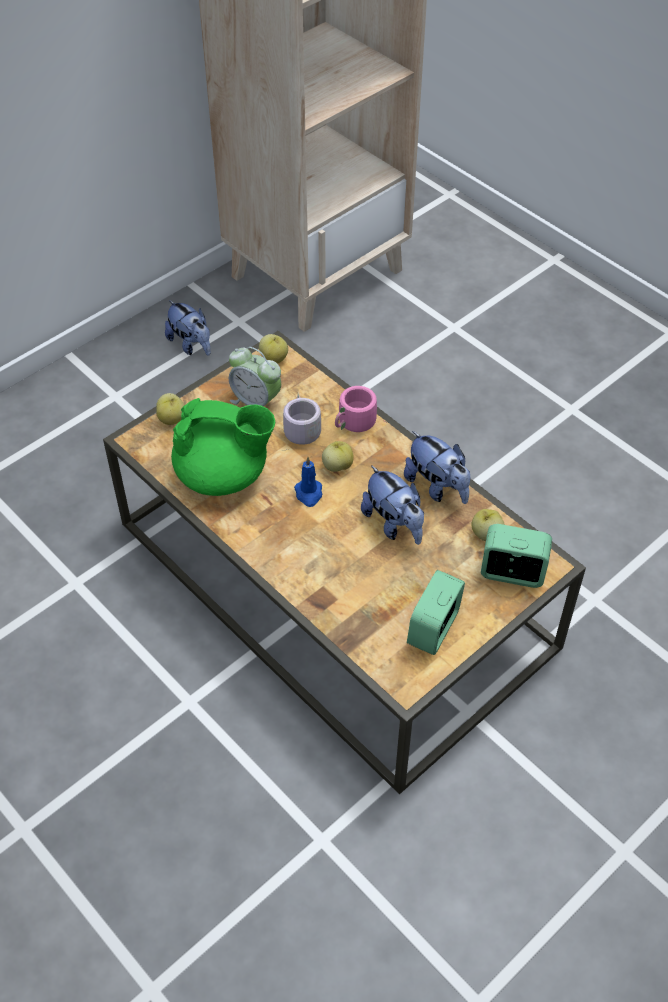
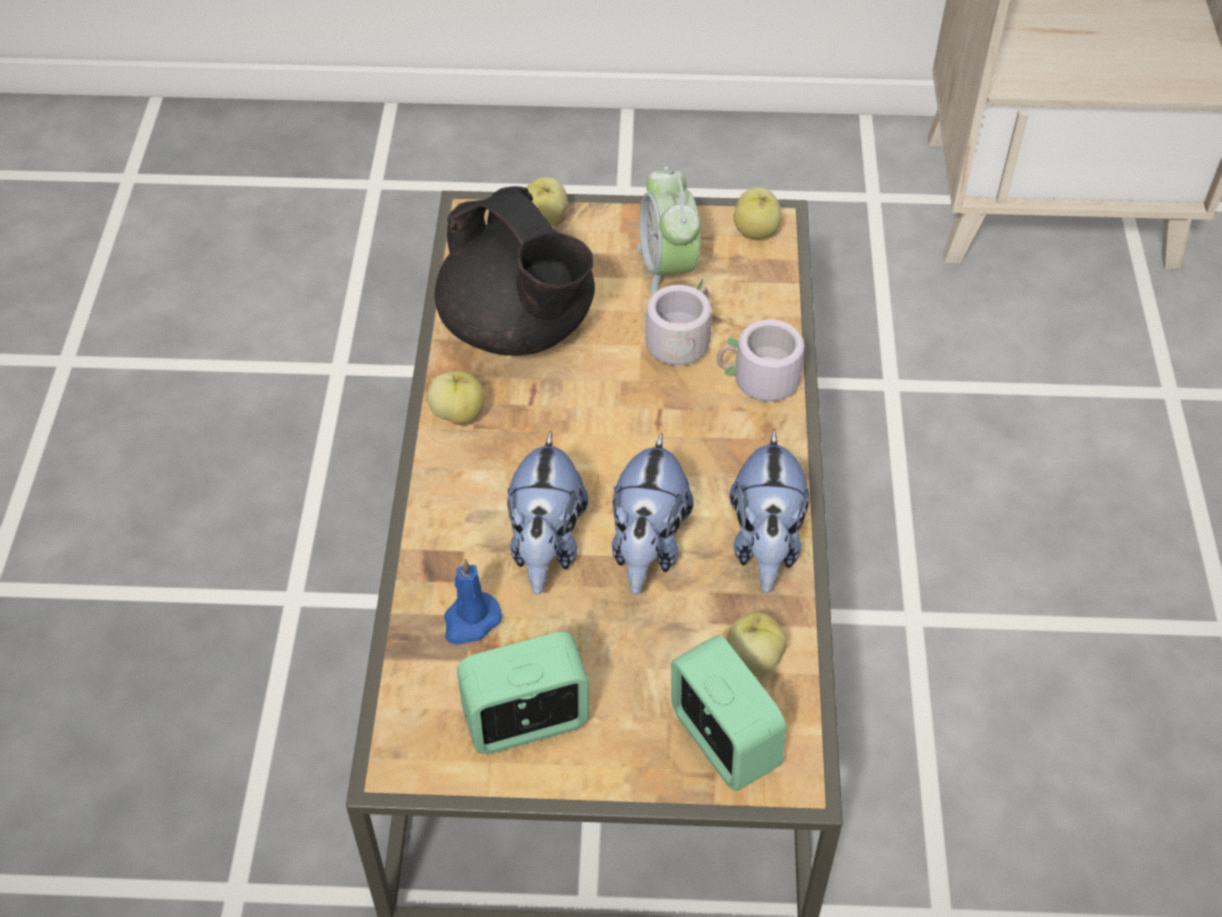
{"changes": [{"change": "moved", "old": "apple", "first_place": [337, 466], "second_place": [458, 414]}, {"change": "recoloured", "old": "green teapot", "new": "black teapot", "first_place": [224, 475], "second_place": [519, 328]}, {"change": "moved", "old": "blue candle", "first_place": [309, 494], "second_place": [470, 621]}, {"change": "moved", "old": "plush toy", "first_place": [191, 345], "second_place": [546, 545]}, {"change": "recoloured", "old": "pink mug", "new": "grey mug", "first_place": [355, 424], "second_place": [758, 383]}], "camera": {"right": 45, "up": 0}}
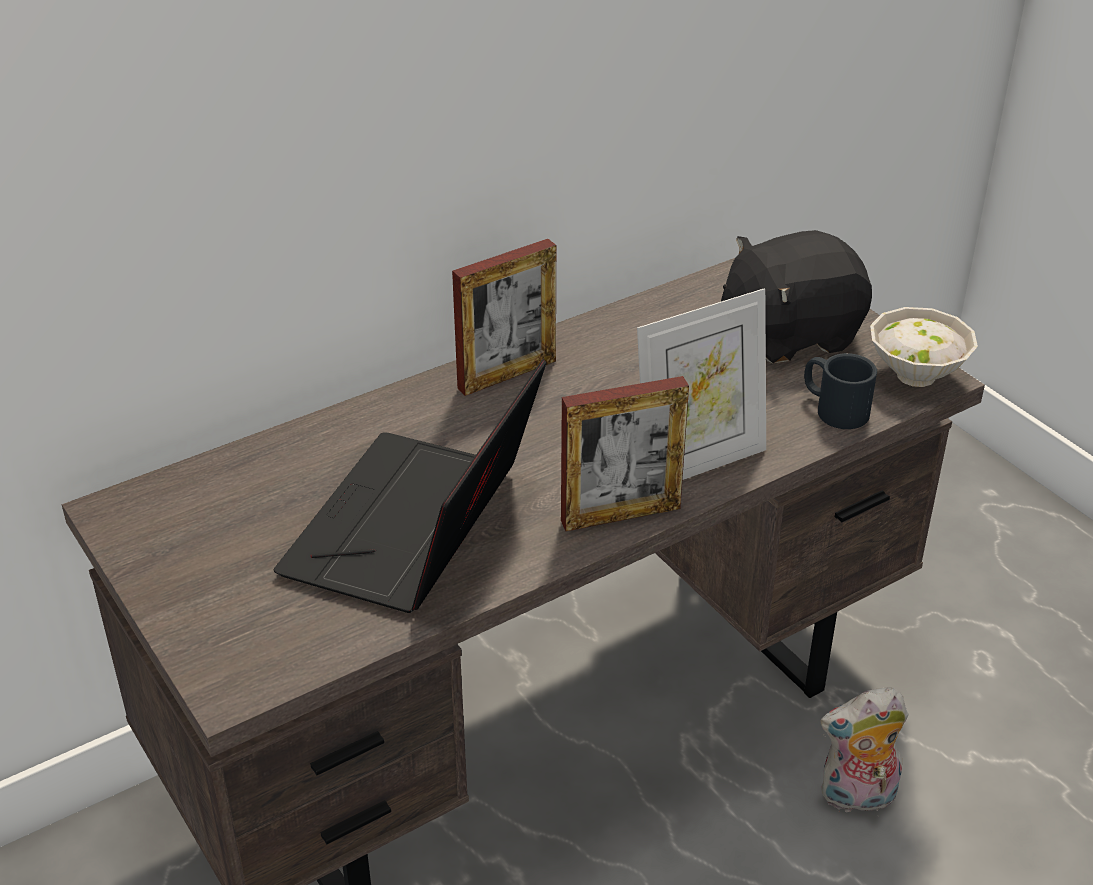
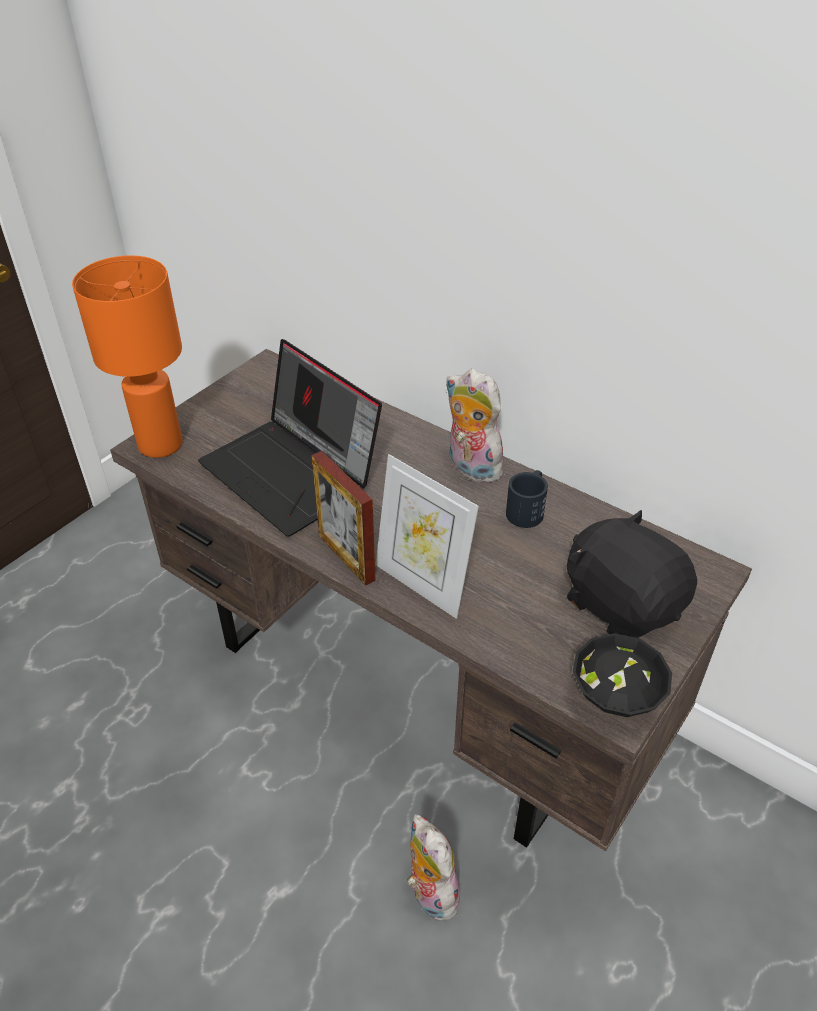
{"changes": [{"change": "added", "new": "orange table lamp", "second_place": [160, 444]}, {"change": "turned", "old": "laptop", "first_place": [416, 531], "second_place": [293, 473], "degrees": -135}, {"change": "replaced", "old": "picture frame", "new": "plush toy", "first_place": [507, 374], "second_place": [470, 468]}, {"change": "moved", "old": "black mug", "first_place": [833, 408], "second_place": [527, 509]}, {"change": "recoloured", "old": "white bowl", "new": "black bowl", "first_place": [917, 374], "second_place": [617, 699]}], "camera": {"right": 70, "up": 5}}
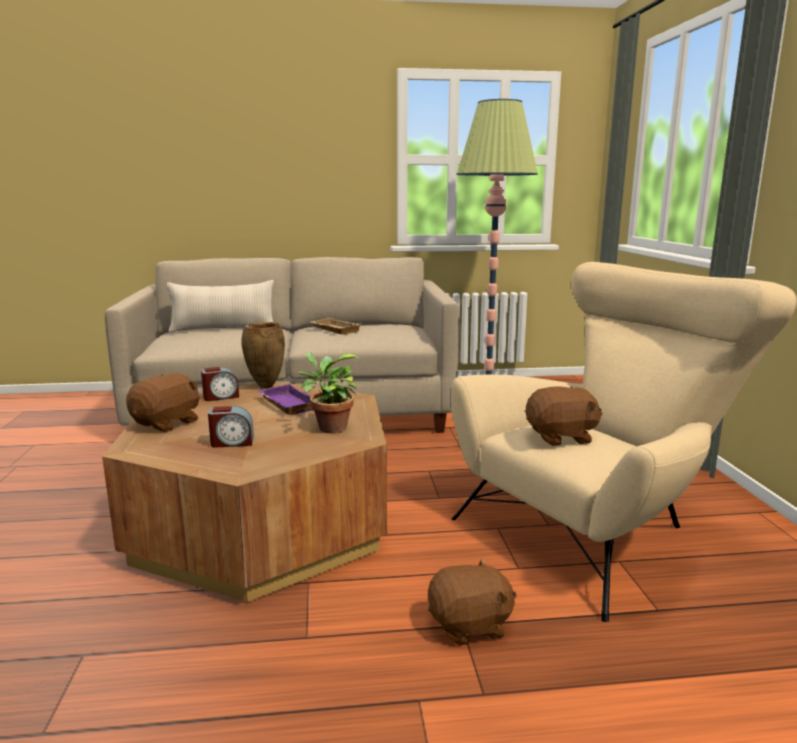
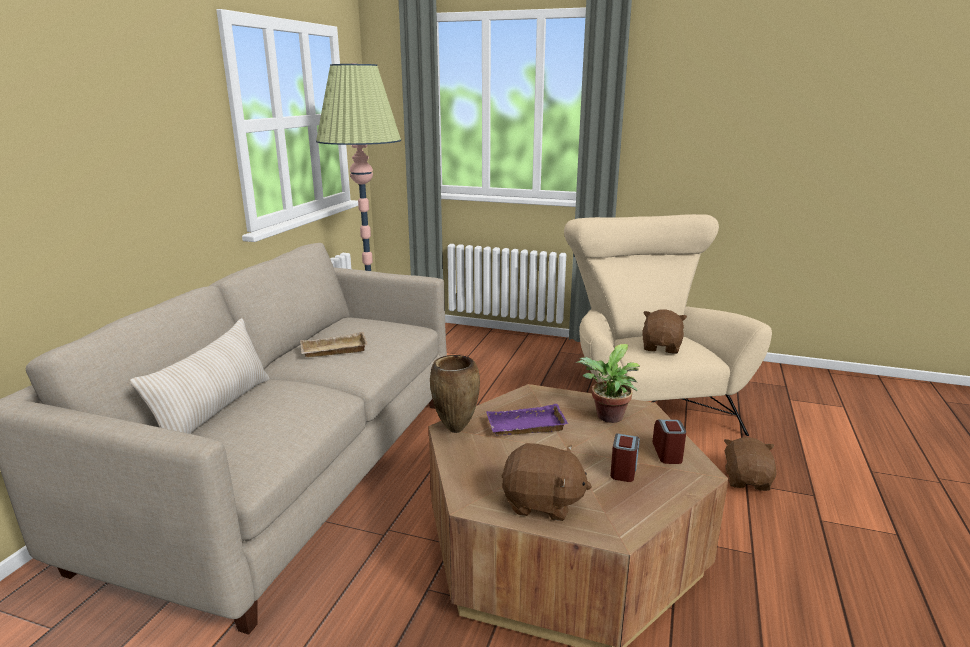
{"changes": [{"change": "turned", "old": "brown plush toy", "first_place": [167, 423], "second_place": [542, 503], "degrees": 135}, {"change": "moved", "old": "alarm clock", "first_place": [221, 397], "second_place": [667, 453]}], "camera": {"right": -65, "up": 5}}
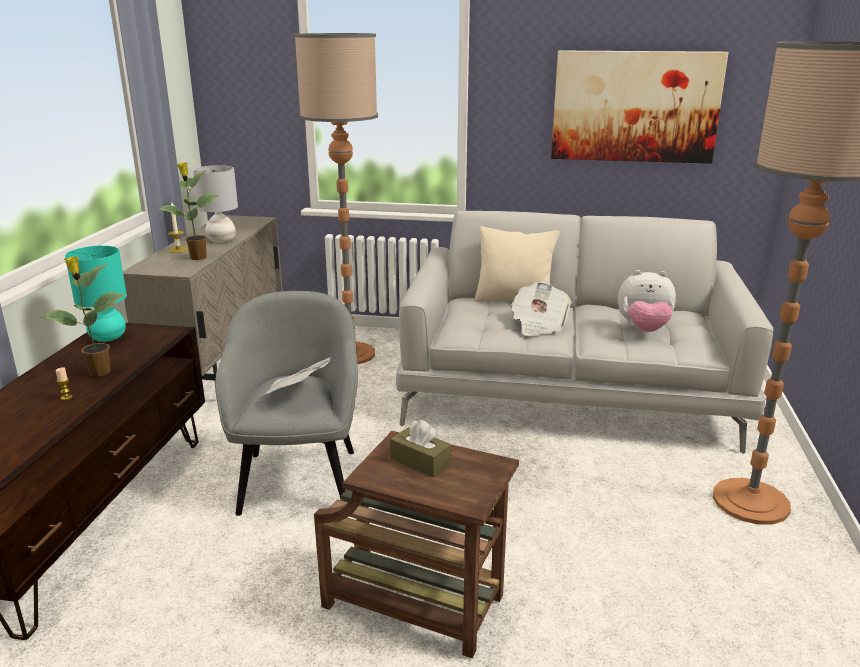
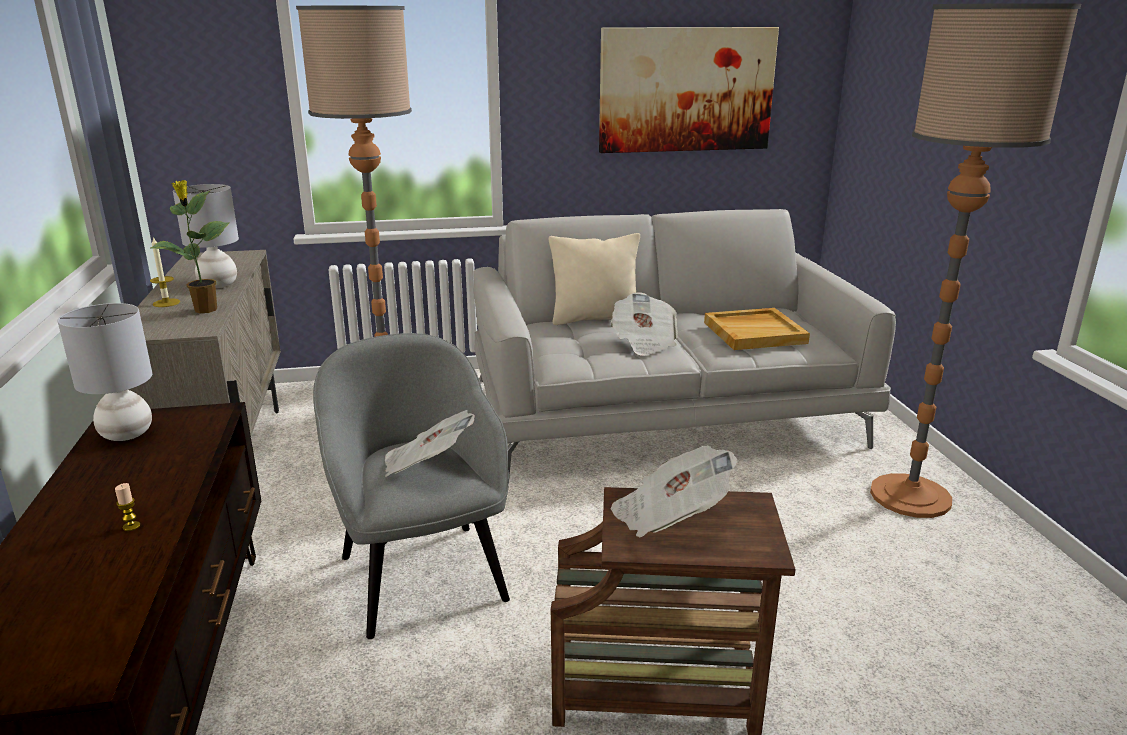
{"changes": [{"change": "recoloured", "old": "turquoise table lamp", "new": "grey table lamp", "first_place": [108, 337], "second_place": [126, 434]}, {"change": "replaced", "old": "brown tissue box", "new": "newspaper", "first_place": [420, 462], "second_place": [670, 517]}, {"change": "replaced", "old": "plush toy", "new": "beige tray", "first_place": [644, 329], "second_place": [755, 332]}, {"change": "removed", "old": "potted plant", "first_place": [99, 372]}], "camera": {"right": -20, "up": 0}}
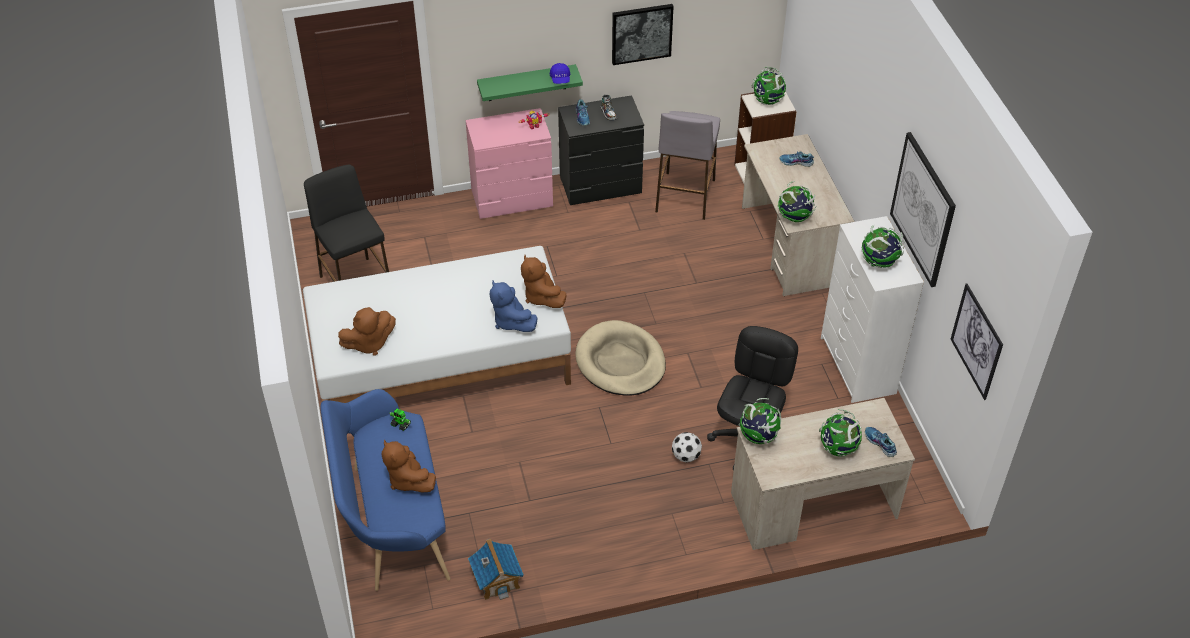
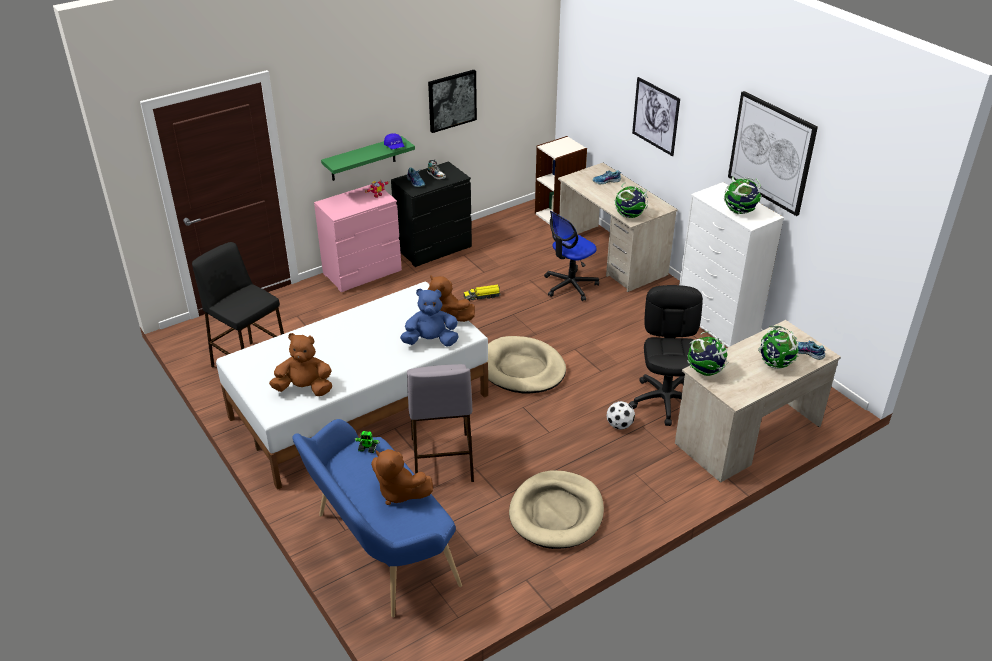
{"changes": [{"change": "turned", "old": "brown plush toy", "first_place": [369, 343], "second_place": [304, 388], "degrees": -135}, {"change": "turned", "old": "blue plush toy", "first_place": [511, 321], "second_place": [431, 341], "degrees": 135}, {"change": "moved", "old": "grey stool", "first_place": [685, 196], "second_place": [442, 460]}, {"change": "added", "new": "toy truck", "second_place": [482, 296]}, {"change": "added", "new": "beige dog bed", "second_place": [556, 513]}, {"change": "added", "new": "office chair", "second_place": [570, 286]}, {"change": "moved", "old": "picture", "first_place": [976, 341], "second_place": [655, 116]}, {"change": "removed", "old": "toy house", "first_place": [497, 579]}, {"change": "removed", "old": "globe", "first_place": [767, 100]}], "camera": {"right": -20, "up": -10}}
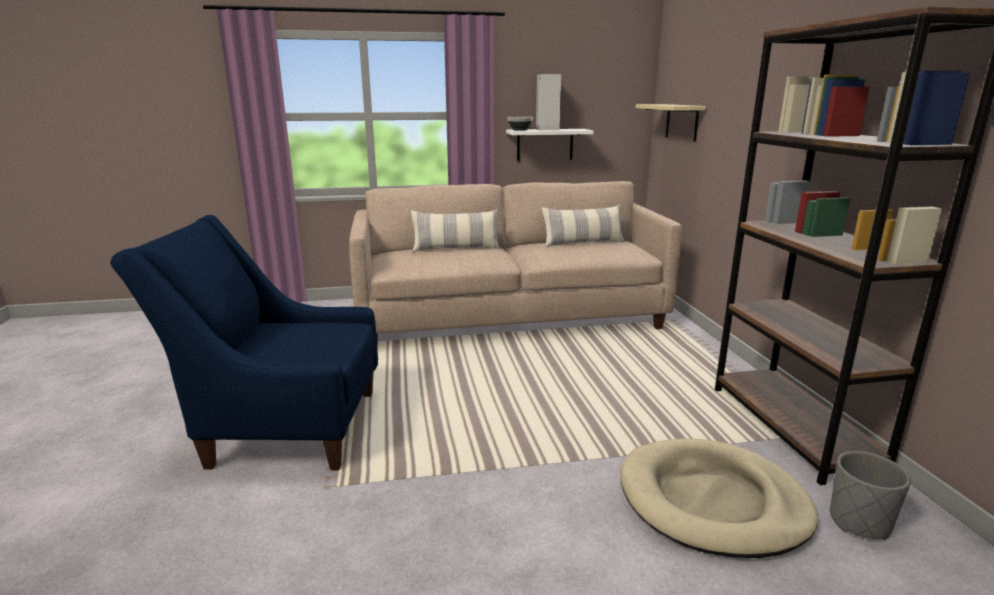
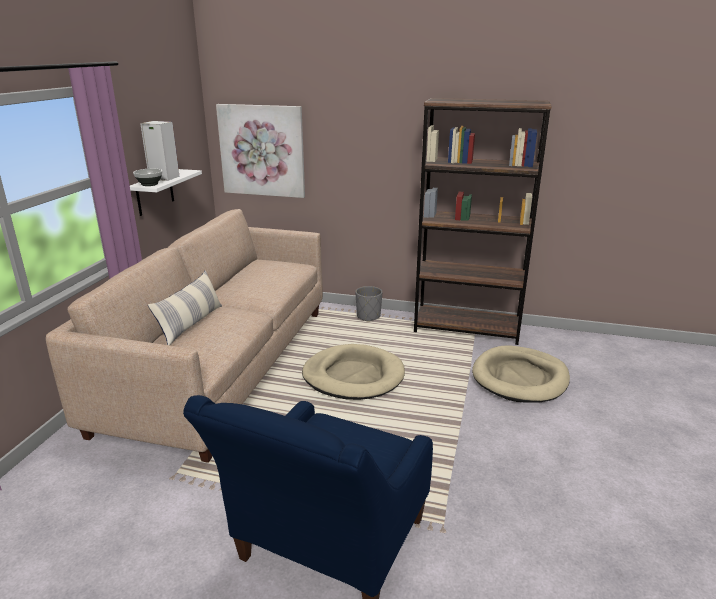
{"changes": [{"change": "replaced", "old": "beige shelf", "new": "picture", "first_place": [682, 122], "second_place": [262, 151]}, {"change": "added", "new": "beige dog bed", "second_place": [353, 376]}, {"change": "moved", "old": "grey planter", "first_place": [859, 522], "second_place": [368, 316]}, {"change": "removed", "old": "pillow", "first_place": [582, 243]}], "camera": {"right": -65, "up": 5}}
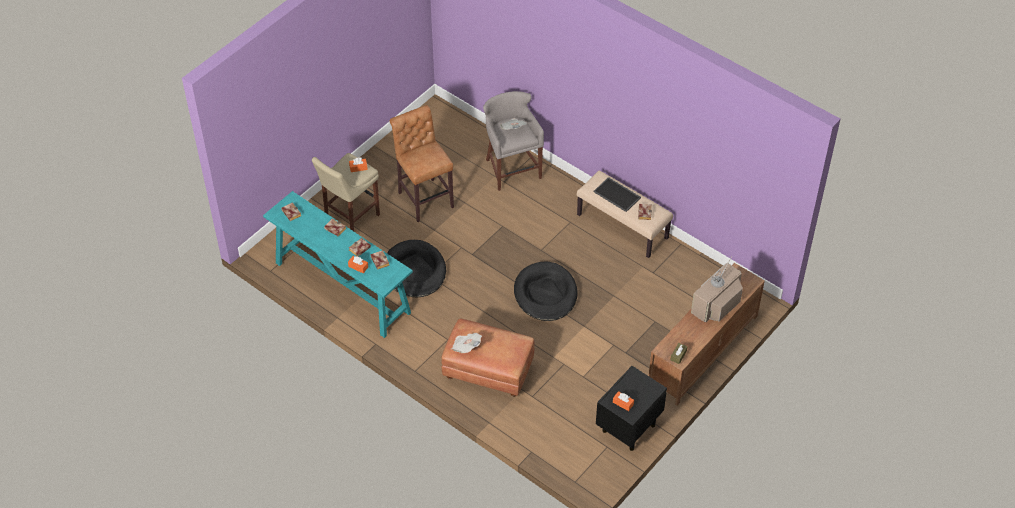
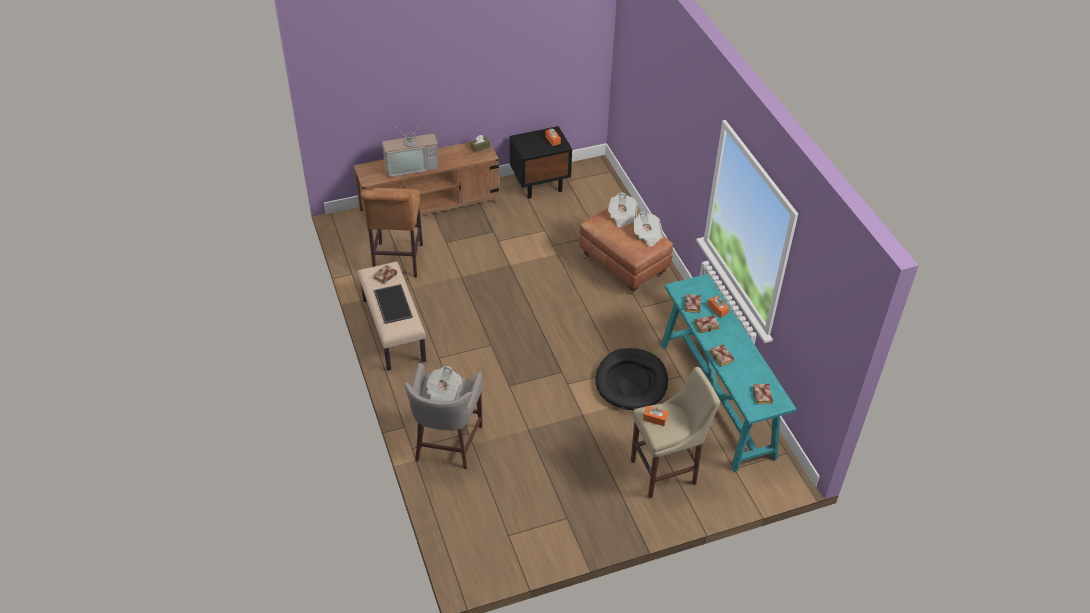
{"changes": [{"change": "moved", "old": "brown stool", "first_place": [424, 198], "second_place": [397, 262]}, {"change": "added", "new": "newspaper", "second_place": [622, 217]}, {"change": "removed", "old": "black dog bed", "first_place": [545, 294]}], "camera": {"right": -150, "up": -5}}
